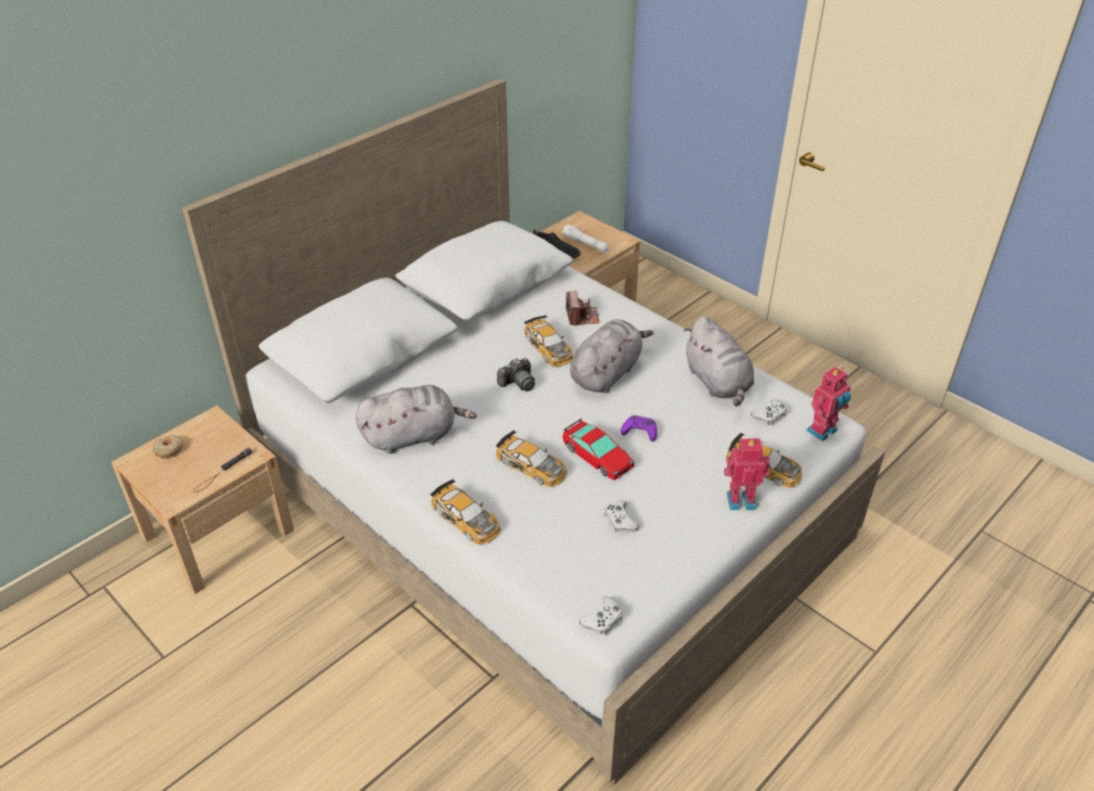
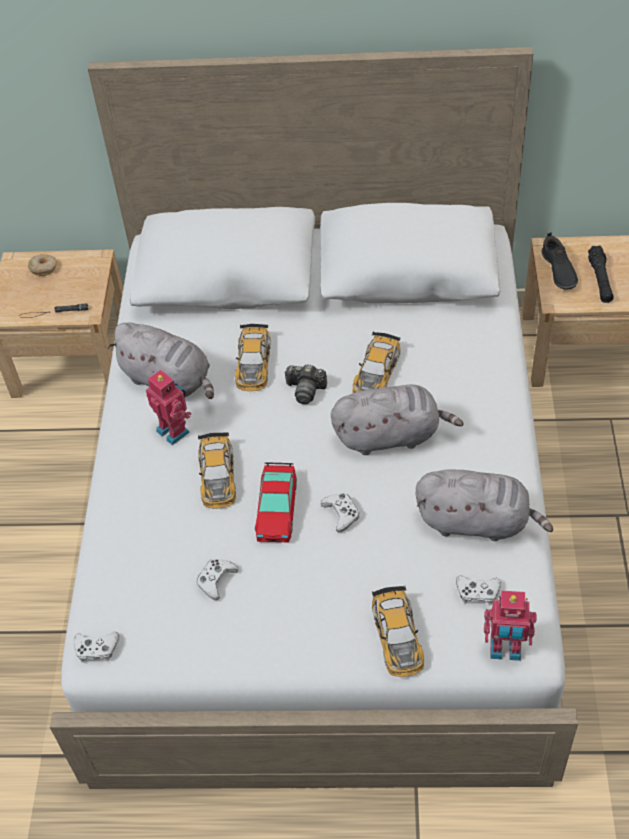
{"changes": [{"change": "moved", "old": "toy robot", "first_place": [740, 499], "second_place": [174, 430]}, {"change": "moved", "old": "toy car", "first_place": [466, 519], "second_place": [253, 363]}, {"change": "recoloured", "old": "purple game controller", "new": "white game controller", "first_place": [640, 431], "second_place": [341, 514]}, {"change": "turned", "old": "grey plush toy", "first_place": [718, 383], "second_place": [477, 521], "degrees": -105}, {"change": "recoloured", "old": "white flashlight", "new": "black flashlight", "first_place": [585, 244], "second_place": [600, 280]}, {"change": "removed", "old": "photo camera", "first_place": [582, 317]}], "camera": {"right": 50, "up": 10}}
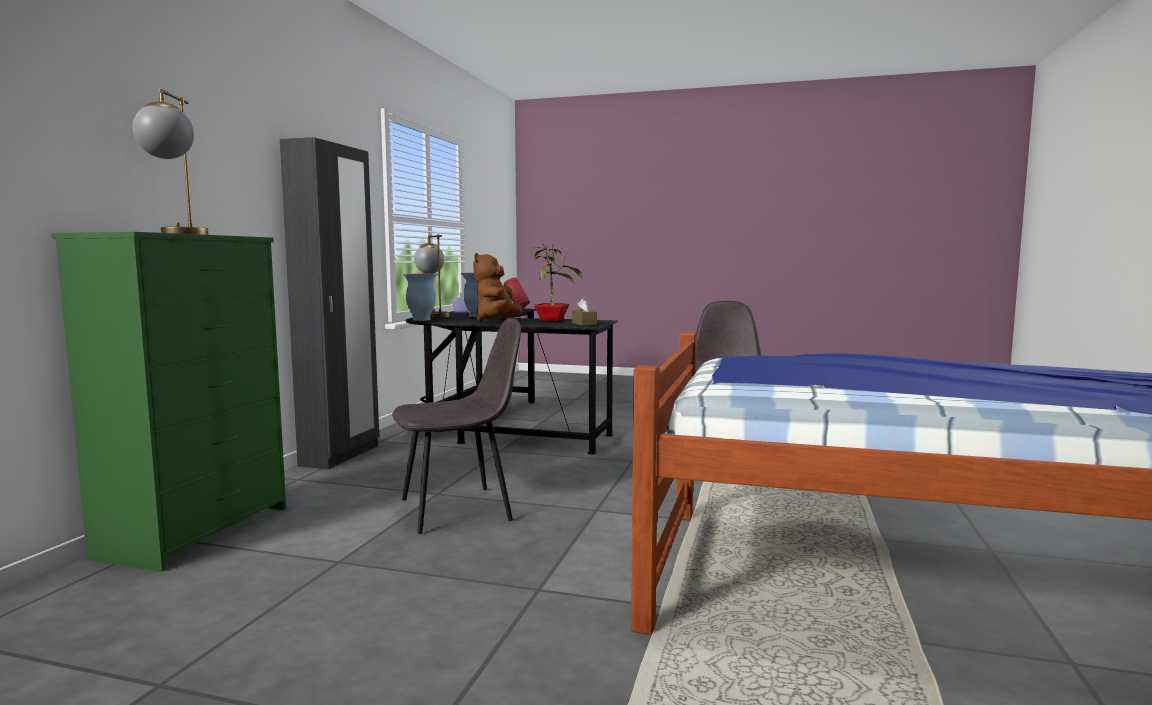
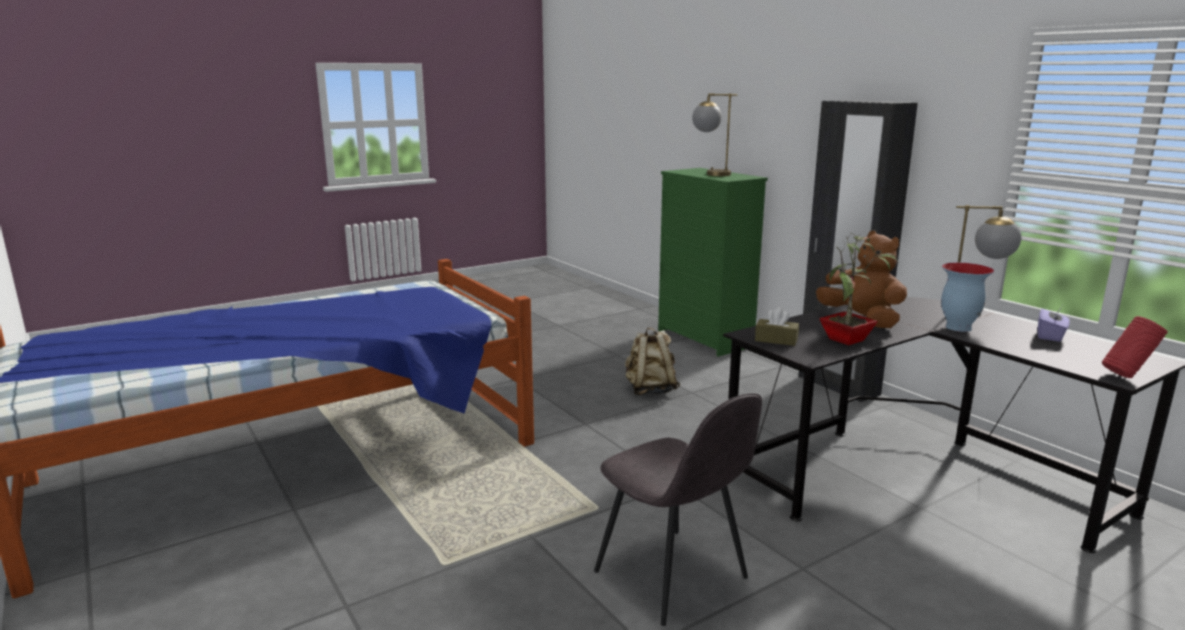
{"changes": [{"change": "replaced", "old": "grey chair", "new": "beige backpack", "first_place": [459, 509], "second_place": [650, 390]}, {"change": "removed", "old": "vase", "first_place": [421, 320]}], "camera": {"right": 130, "up": 10}}
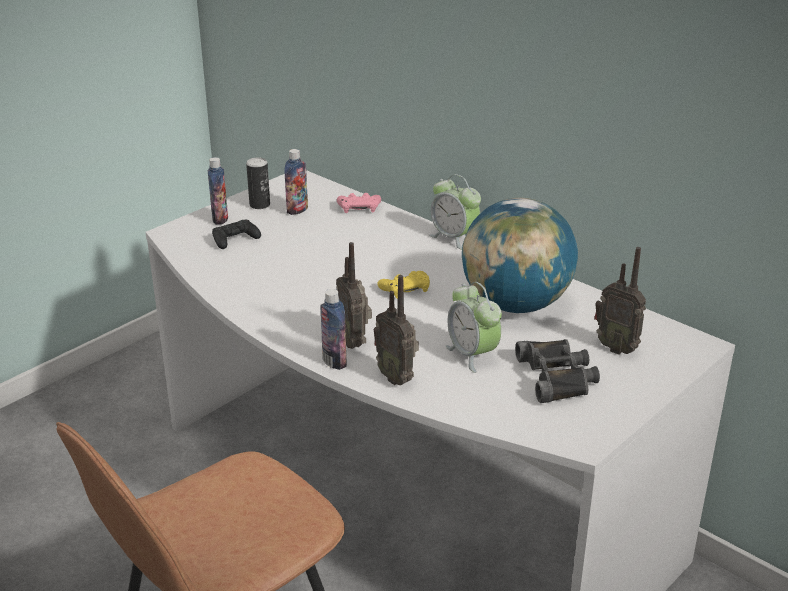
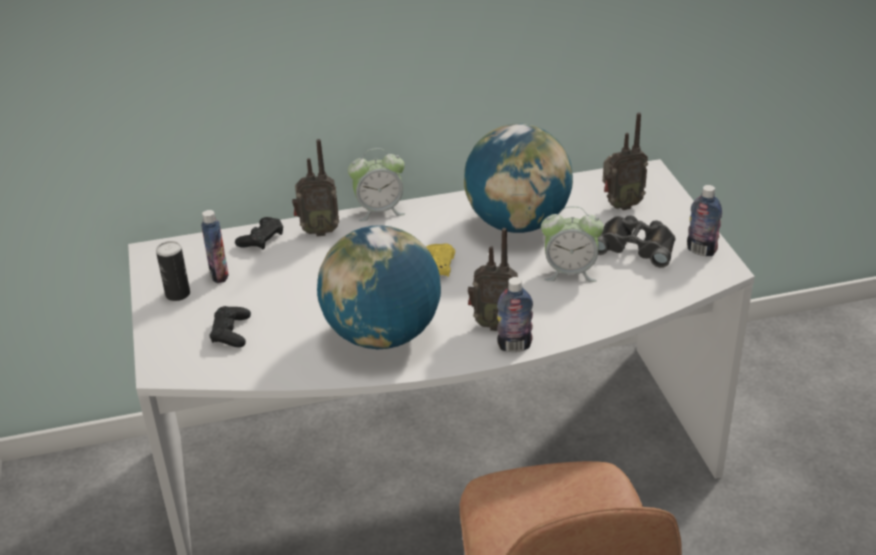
{"changes": [{"change": "recoloured", "old": "pink game controller", "new": "black game controller", "first_place": [359, 208], "second_place": [261, 239]}, {"change": "moved", "old": "radio", "first_place": [397, 377], "second_place": [318, 231]}, {"change": "added", "new": "globe", "second_place": [382, 335]}, {"change": "moved", "old": "bottle", "first_place": [220, 219], "second_place": [701, 250]}], "camera": {"right": -55, "up": 5}}
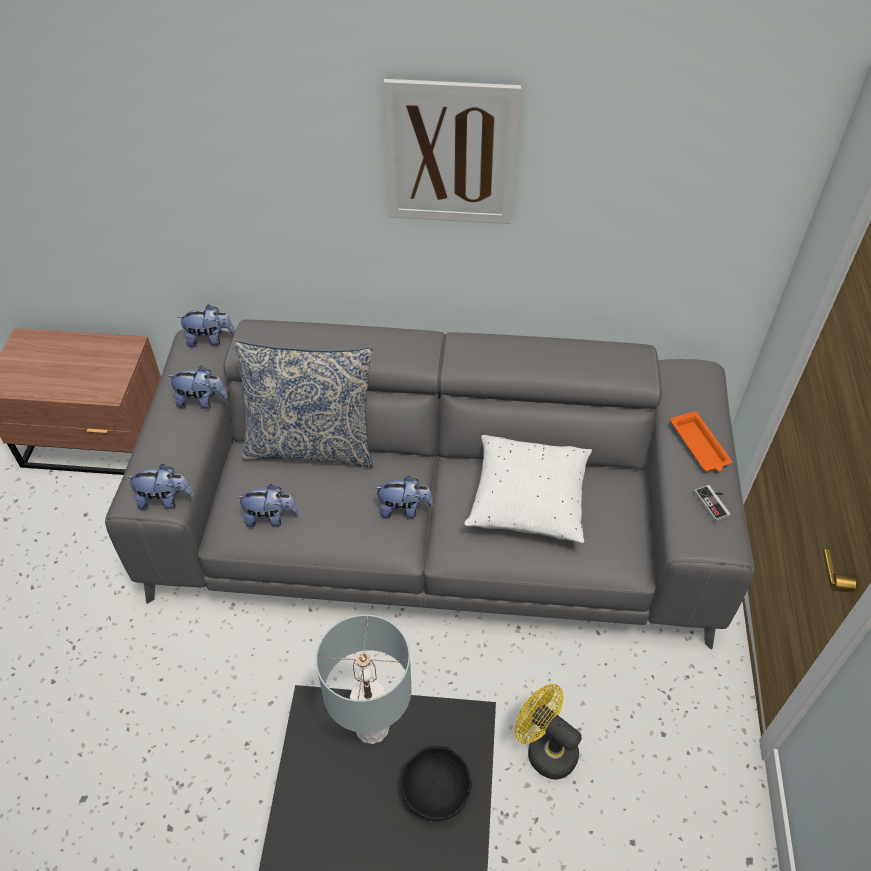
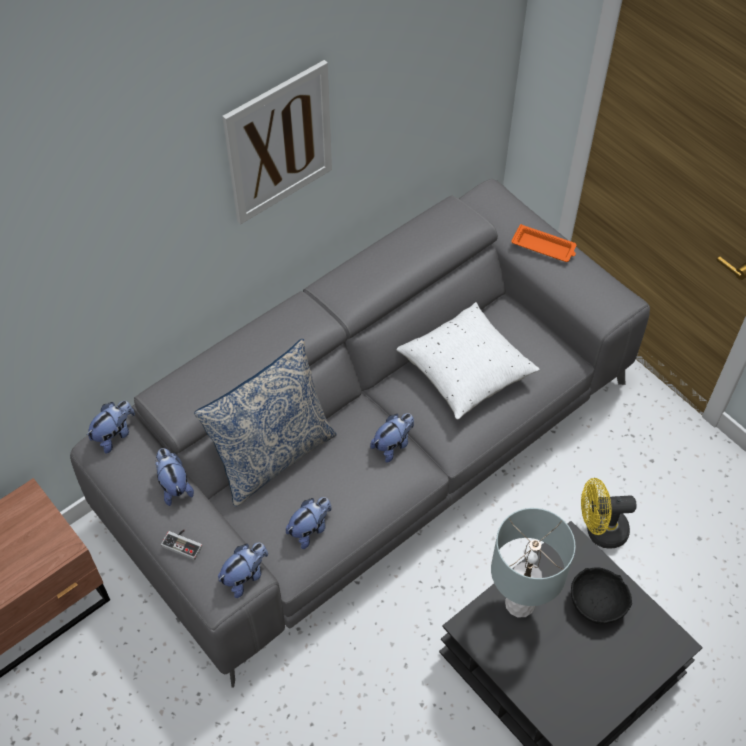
{"changes": [{"change": "turned", "old": "plush toy", "first_place": [201, 401], "second_place": [174, 485], "degrees": -75}, {"change": "moved", "old": "game controller", "first_place": [714, 504], "second_place": [184, 543]}], "camera": {"right": -45, "up": 5}}
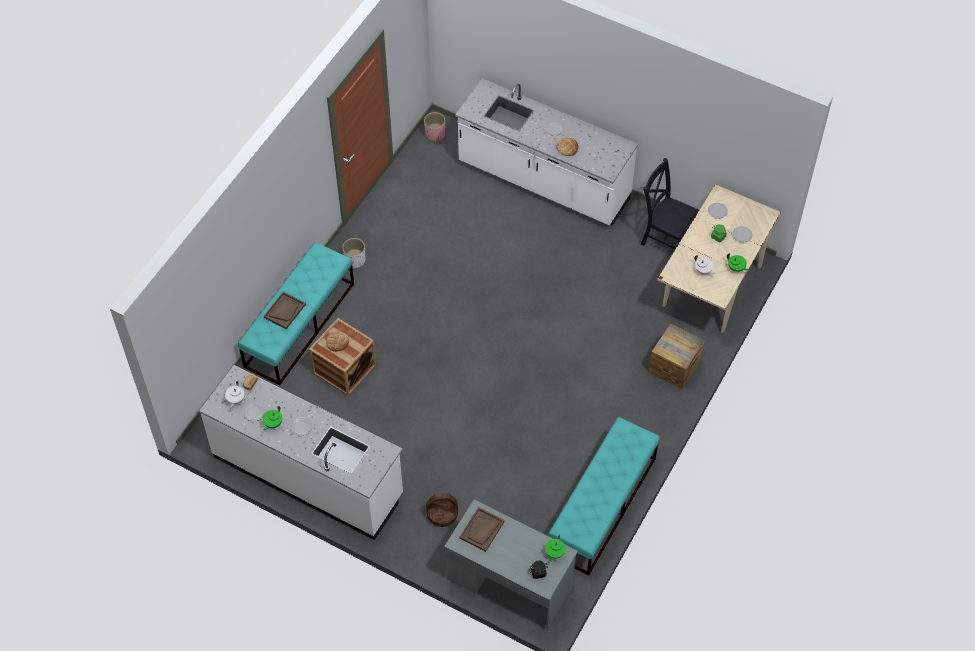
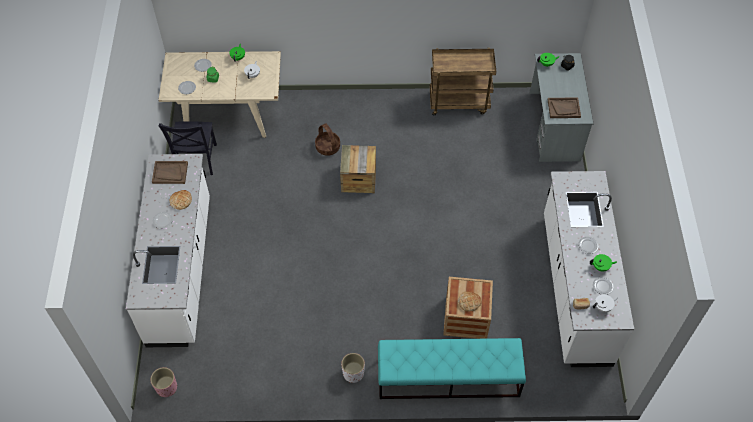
{"changes": [{"change": "moved", "old": "brown tray", "first_place": [284, 311], "second_place": [170, 173]}, {"change": "moved", "old": "basket", "first_place": [442, 515], "second_place": [328, 147]}, {"change": "moved", "old": "crate", "first_place": [674, 367], "second_place": [358, 179]}, {"change": "replaced", "old": "turquoise bench", "new": "brown cart", "first_place": [602, 506], "second_place": [459, 102]}], "camera": {"right": -120, "up": 0}}
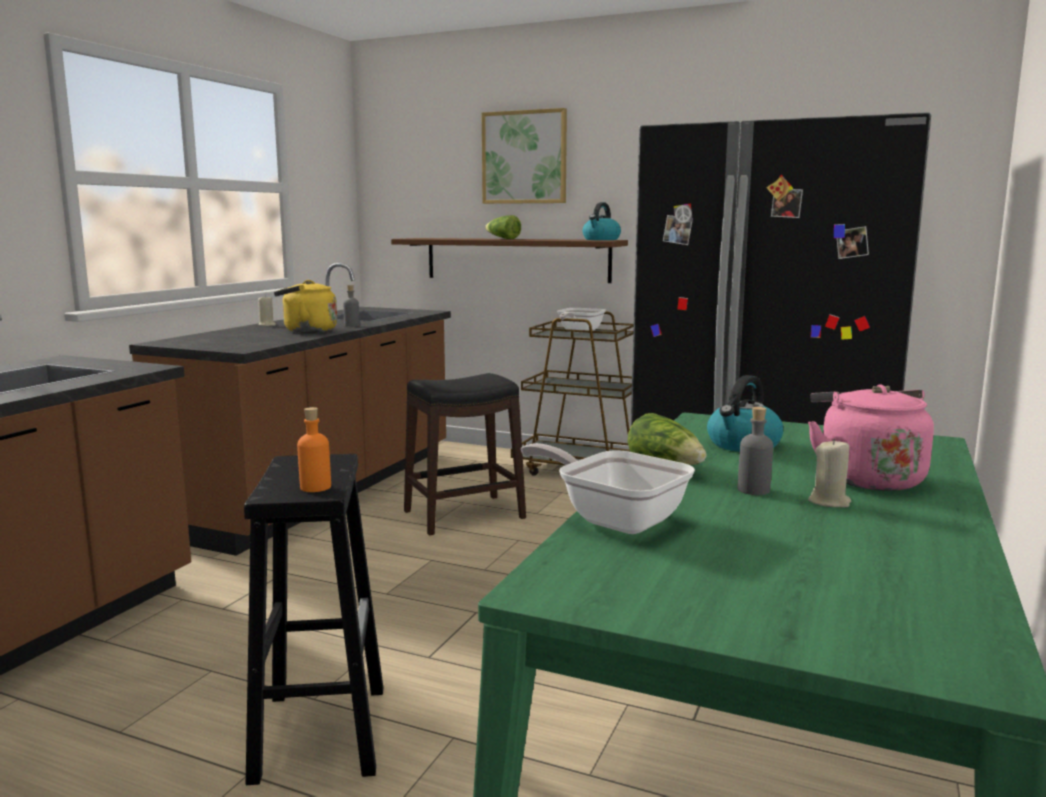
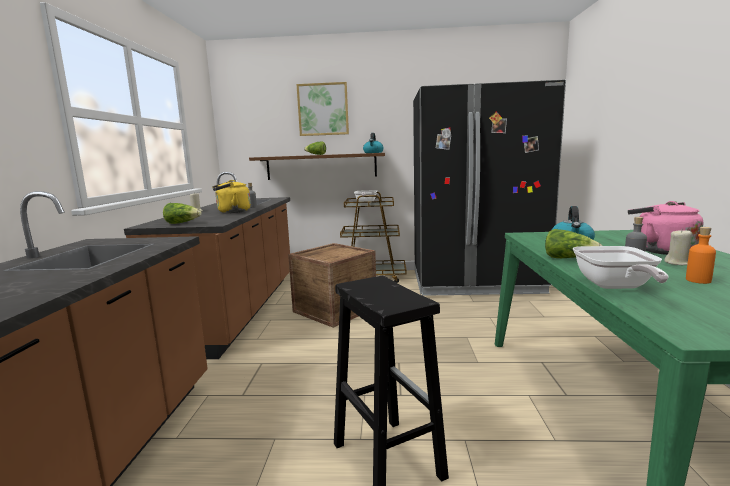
{"changes": [{"change": "added", "new": "lettuce", "second_place": [182, 223]}, {"change": "replaced", "old": "black stool", "new": "crate", "first_place": [463, 514], "second_place": [335, 310]}, {"change": "turned", "old": "frying pan", "first_place": [613, 518], "second_place": [614, 287], "degrees": -105}, {"change": "moved", "old": "orange bottle", "first_place": [315, 487], "second_place": [698, 280]}], "camera": {"right": -20, "up": 0}}
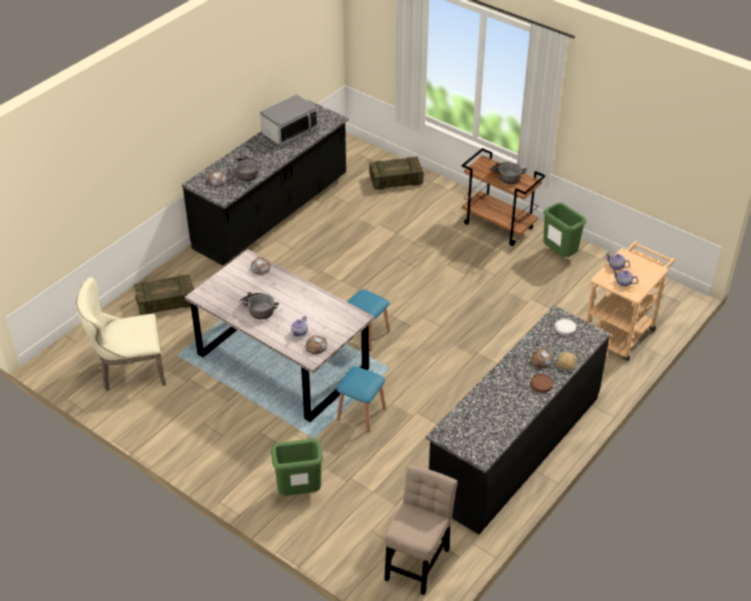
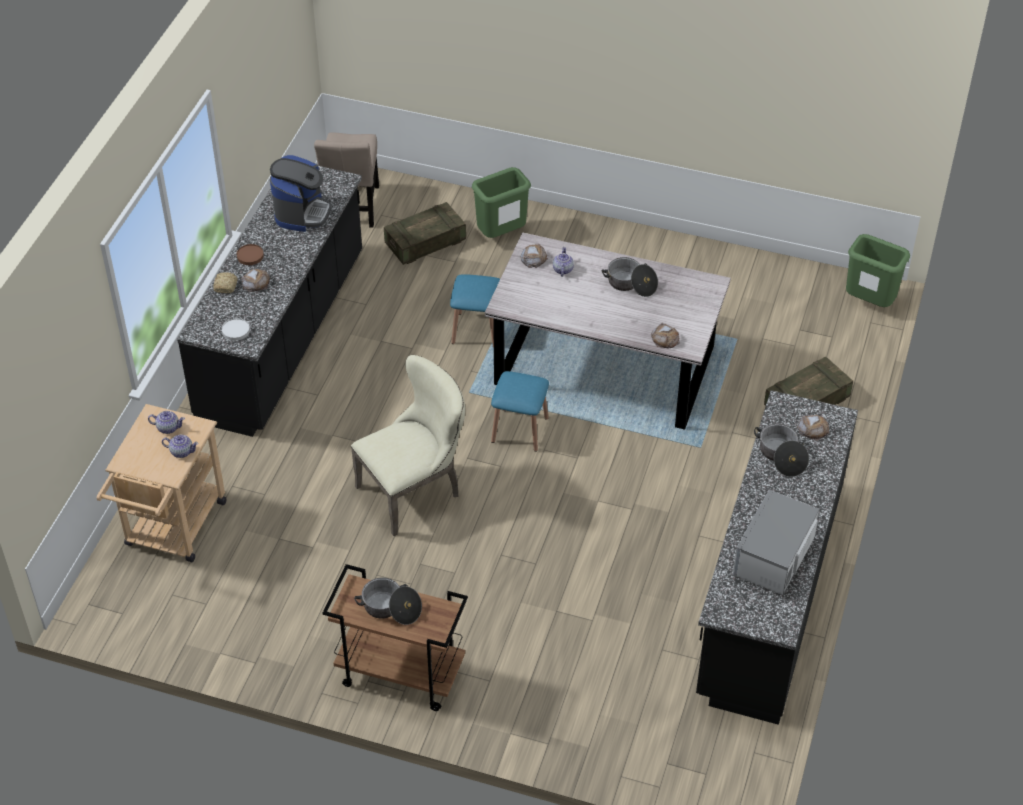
{"changes": [{"change": "added", "new": "coffee machine", "second_place": [302, 213]}, {"change": "moved", "old": "beige chair", "first_place": [128, 371], "second_place": [415, 490]}, {"change": "moved", "old": "crate", "first_place": [396, 180], "second_place": [425, 243]}, {"change": "moved", "old": "green trash can", "first_place": [559, 254], "second_place": [869, 303]}], "camera": {"right": 160, "up": 5}}
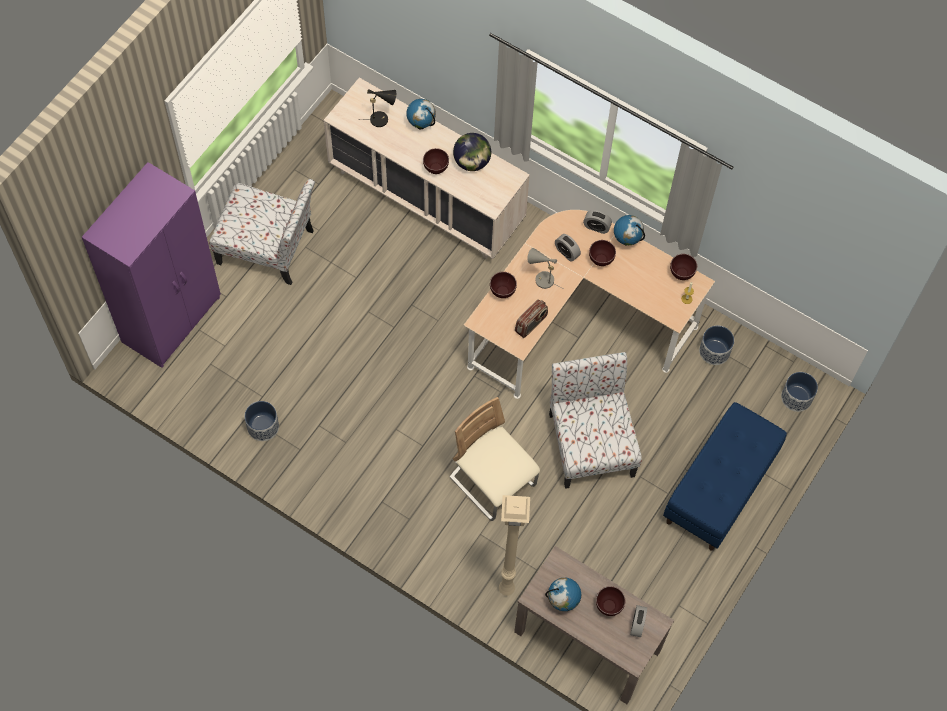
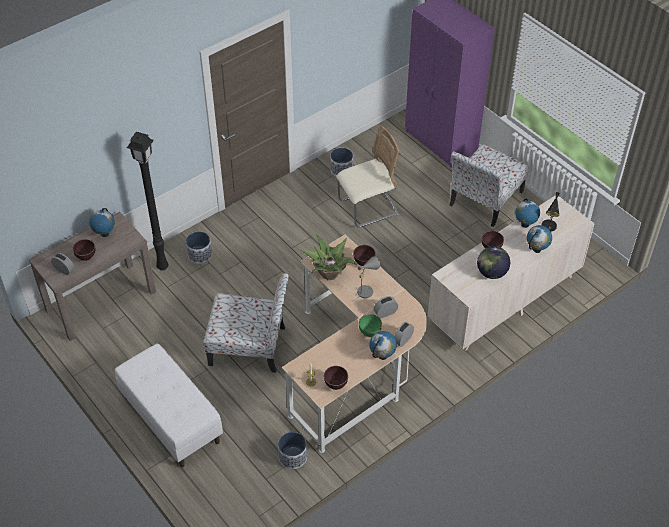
{"changes": [{"change": "recoloured", "old": "blue bench", "new": "white bench", "first_place": [720, 489], "second_place": [171, 419]}, {"change": "recoloured", "old": "beige floor lamp", "new": "black floor lamp", "first_place": [507, 588], "second_place": [163, 267]}, {"change": "moved", "old": "planter", "first_place": [796, 398], "second_place": [199, 255]}, {"change": "replaced", "old": "radio", "new": "potted plant", "first_place": [531, 324], "second_place": [329, 273]}, {"change": "moved", "old": "beige chair", "first_place": [493, 482], "second_place": [368, 208]}, {"change": "recoloured", "old": "brown bowl", "new": "green bowl", "first_place": [600, 260], "second_place": [370, 333]}, {"change": "added", "new": "globe", "second_place": [525, 225]}], "camera": {"right": 110, "up": -15}}
